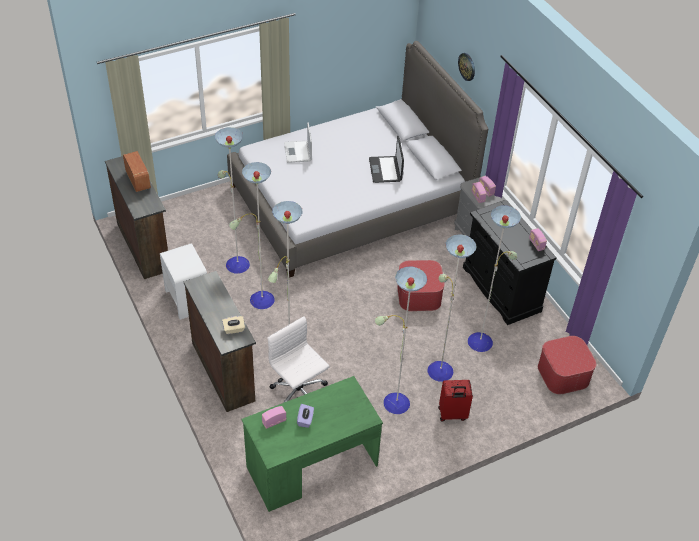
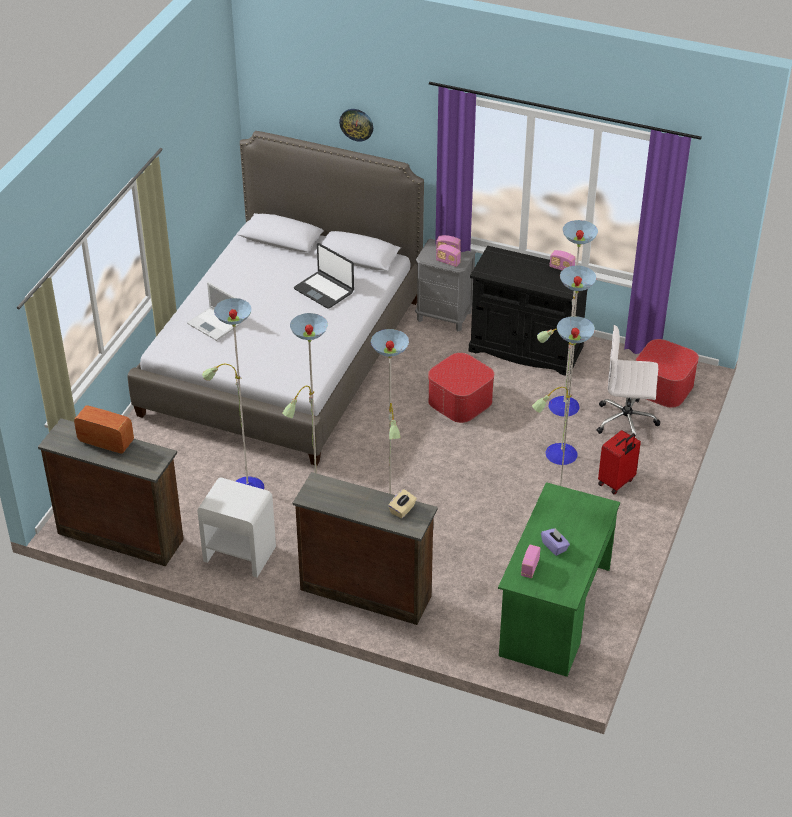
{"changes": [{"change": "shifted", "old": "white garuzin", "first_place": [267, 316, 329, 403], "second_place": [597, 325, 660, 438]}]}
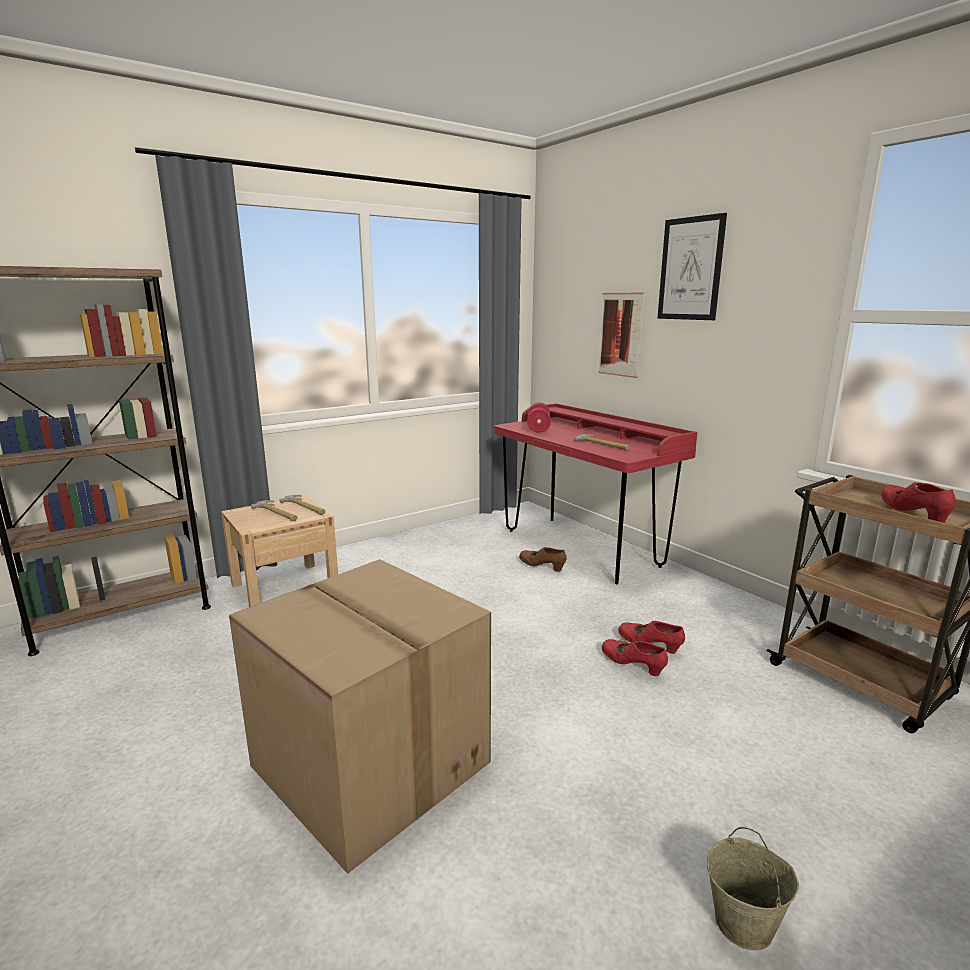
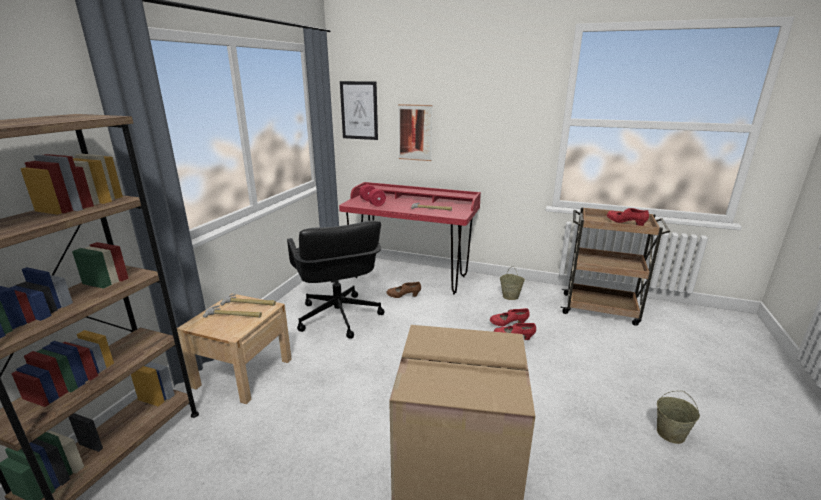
{"changes": [{"change": "new", "new": "black garuzin", "second_place": [287, 220, 384, 339]}, {"change": "new", "new": "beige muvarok", "second_place": [500, 266, 525, 300]}, {"change": "shifted", "old": "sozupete", "first_place": [657, 213, 727, 320], "second_place": [340, 81, 378, 140]}]}
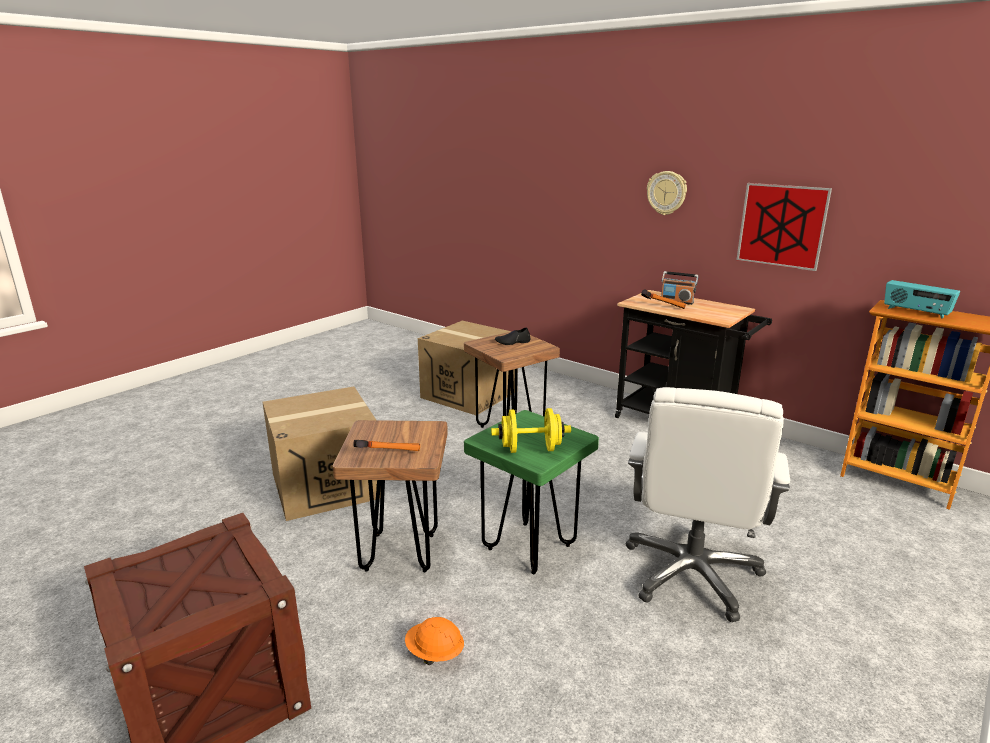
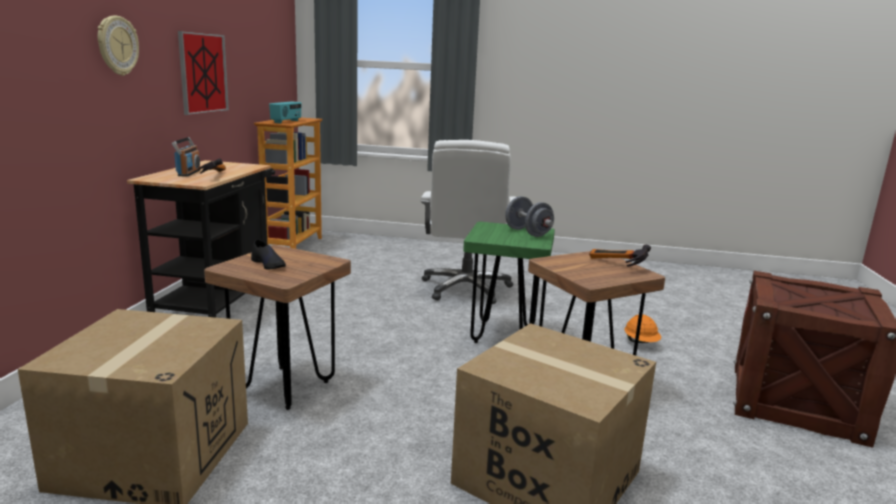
{"changes": [{"change": "repainted", "old": "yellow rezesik", "new": "grey rezesik", "first_place": [491, 408, 571, 453], "second_place": [506, 196, 554, 237]}, {"change": "rotated", "old": "white garuzin", "first_place": [626, 387, 790, 622], "second_place": [421, 140, 516, 304], "degrees": 105}]}
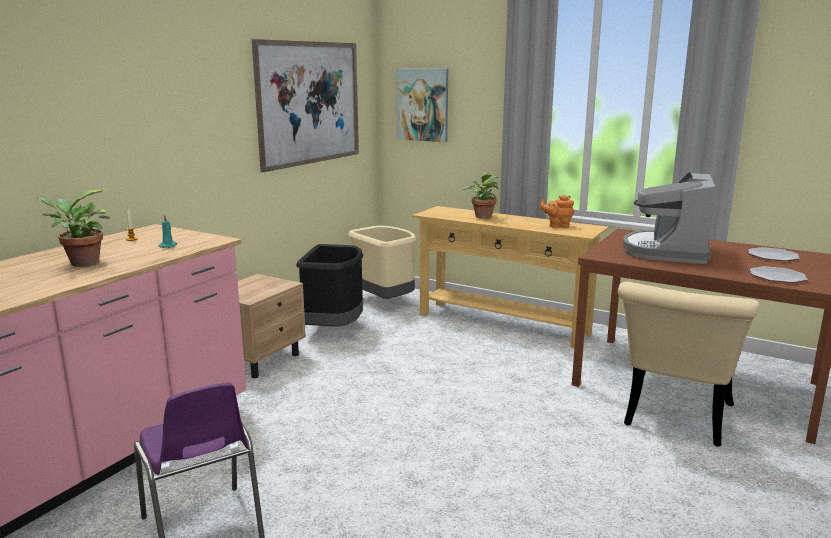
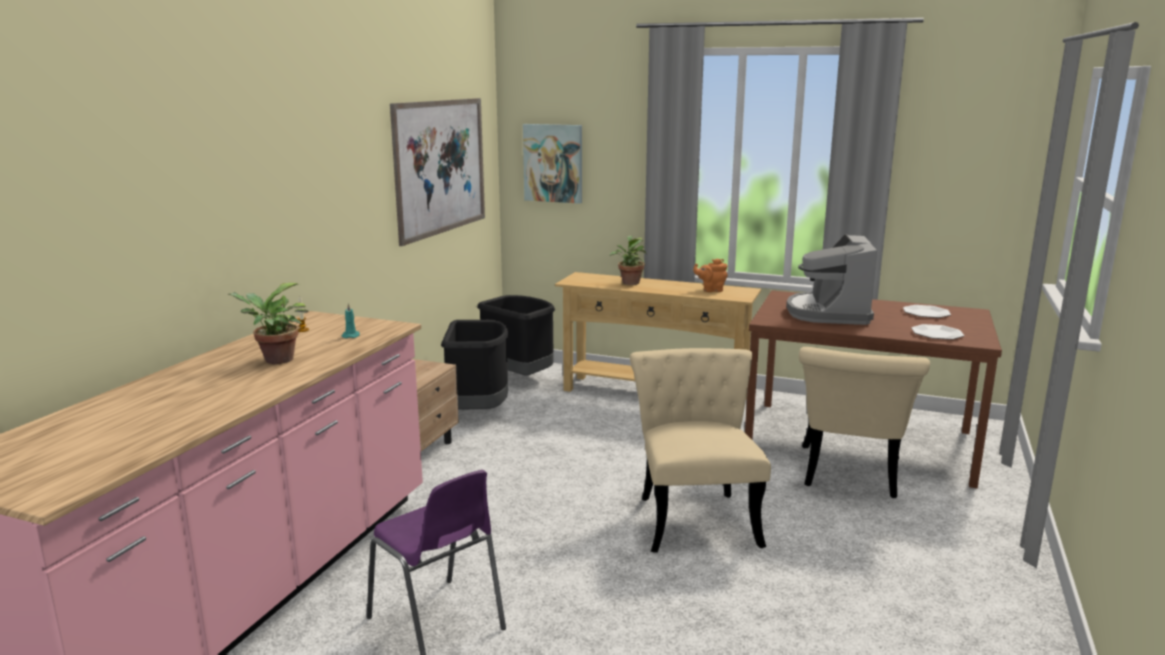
{"changes": [{"change": "new", "new": "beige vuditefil", "second_place": [630, 348, 771, 553]}, {"change": "repainted", "old": "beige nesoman", "new": "black nesoman", "first_place": [348, 226, 416, 299], "second_place": [477, 295, 555, 376]}]}
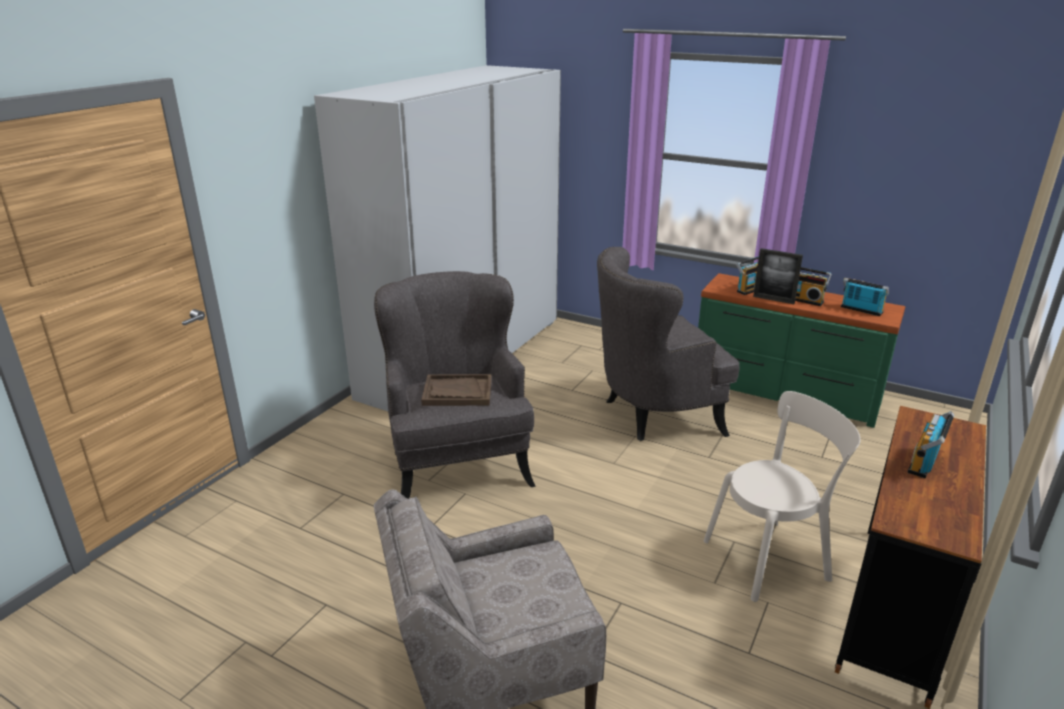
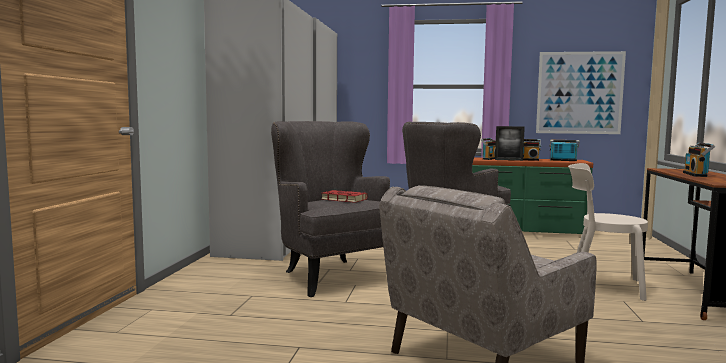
{"changes": [{"change": "new", "new": "sozupete", "second_place": [536, 51, 626, 134]}, {"change": "swapped", "old": "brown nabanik", "new": "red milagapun", "first_place": [421, 374, 492, 406], "second_place": [321, 190, 368, 203]}, {"change": "rotated", "old": "beige vuditefil", "first_place": [704, 391, 861, 602], "second_place": [568, 163, 648, 301], "degrees": -120}]}
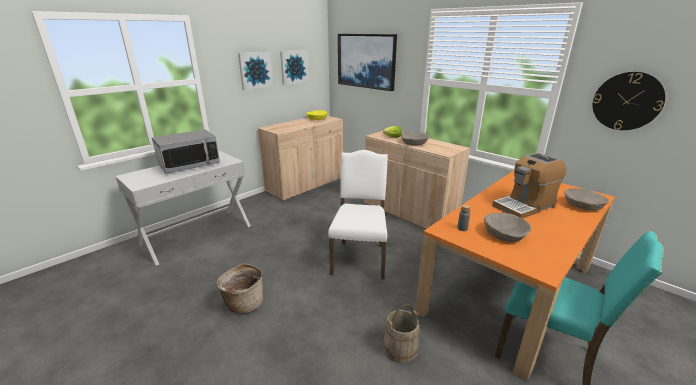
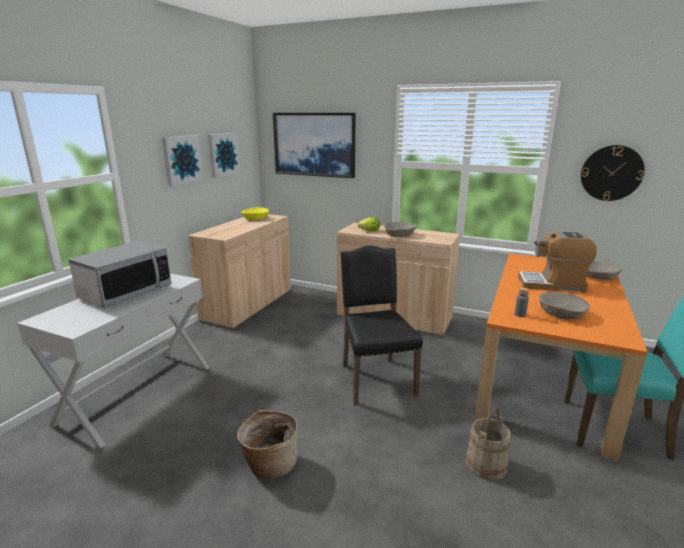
{"changes": [{"change": "repainted", "old": "white vuditefil", "new": "black vuditefil", "first_place": [328, 150, 388, 280], "second_place": [340, 245, 423, 405]}, {"change": "rotated", "old": "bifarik", "first_place": [492, 153, 566, 218], "second_place": [518, 231, 597, 293], "degrees": 60}]}
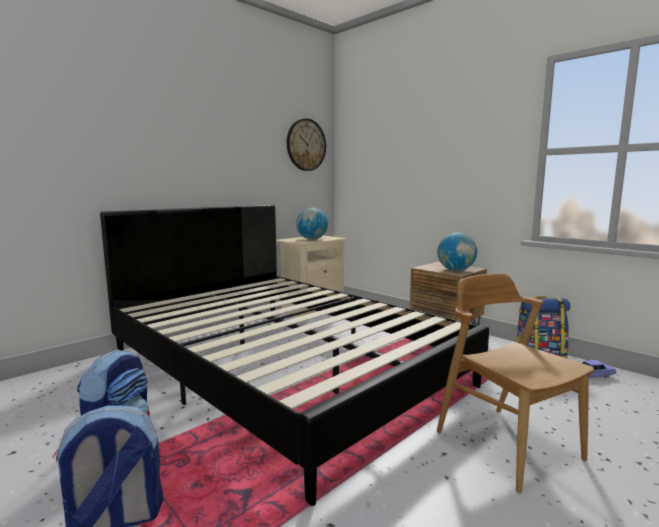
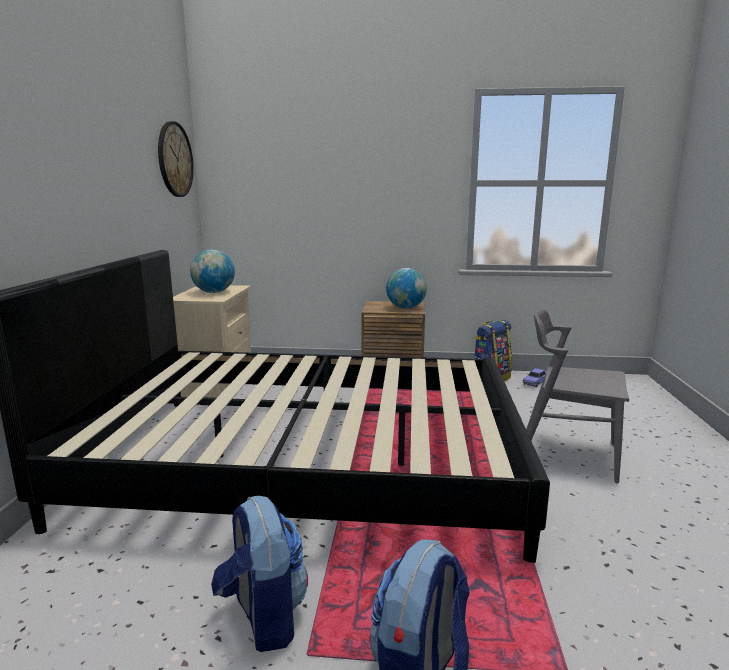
{"changes": [{"change": "repainted", "old": "brown vuditefil", "new": "grey vuditefil", "first_place": [437, 273, 594, 494], "second_place": [526, 308, 629, 483]}]}
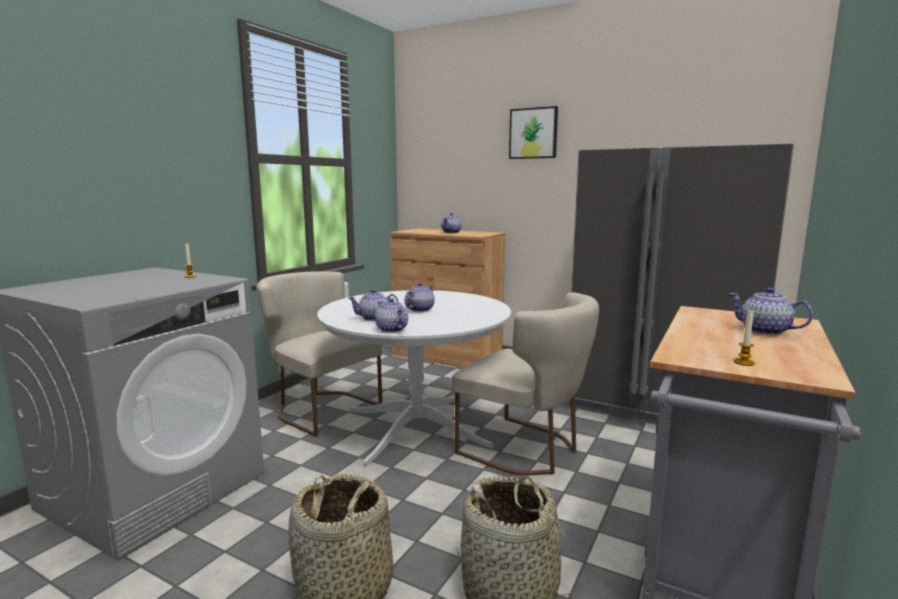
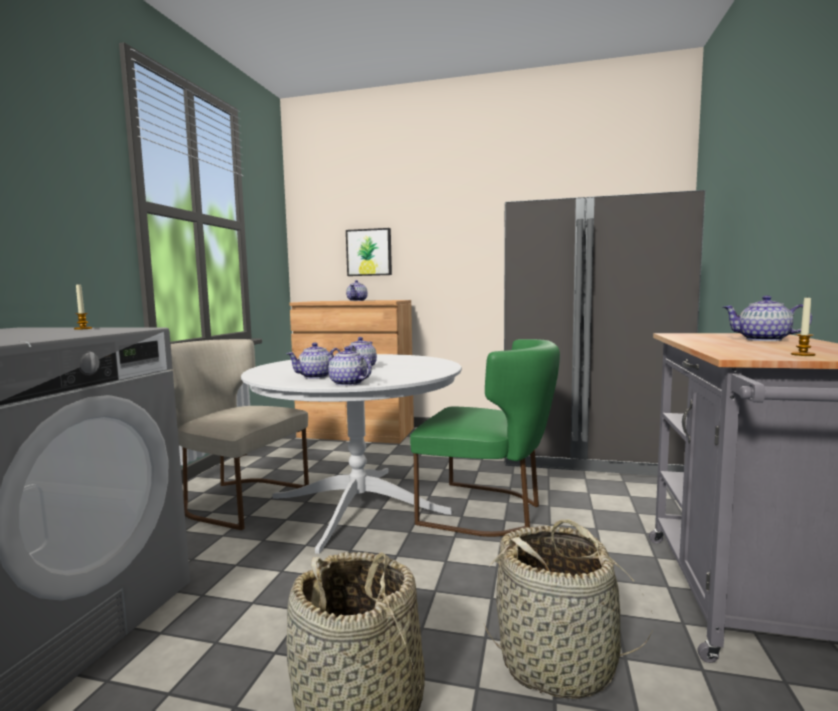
{"changes": [{"change": "shifted", "old": "sozupete", "first_place": [509, 106, 558, 159], "second_place": [346, 228, 392, 276]}, {"change": "repainted", "old": "beige vuditefil", "new": "green vuditefil", "first_place": [452, 292, 599, 476], "second_place": [410, 339, 560, 537]}]}
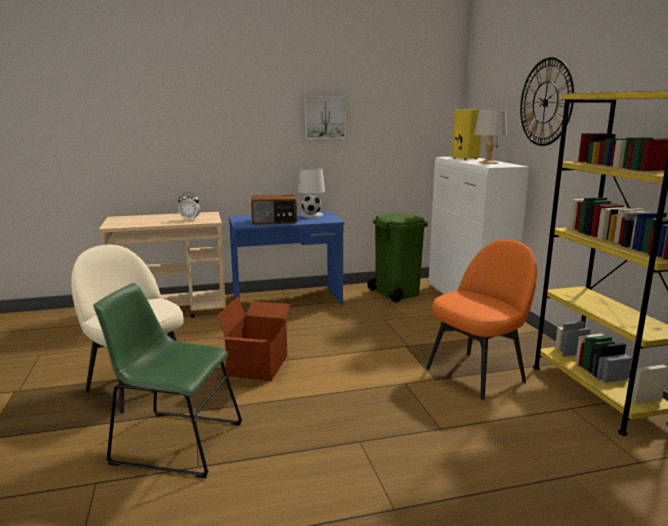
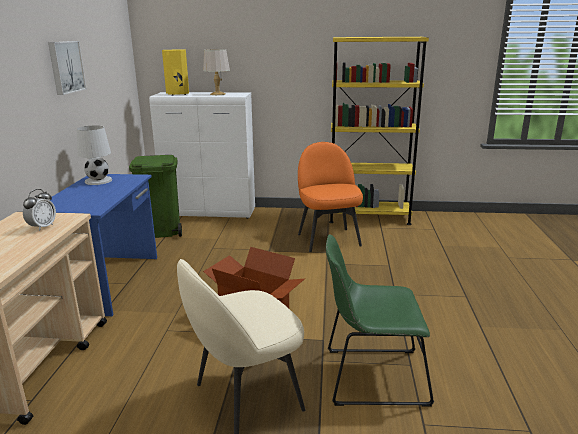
{"changes": [{"change": "gone", "old": "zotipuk", "first_place": [251, 195, 297, 225]}, {"change": "gone", "old": "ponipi", "first_place": [520, 57, 574, 146]}, {"change": "rotated", "old": "green vuditefil", "first_place": [94, 283, 242, 478], "second_place": [326, 234, 434, 407], "degrees": 60}]}
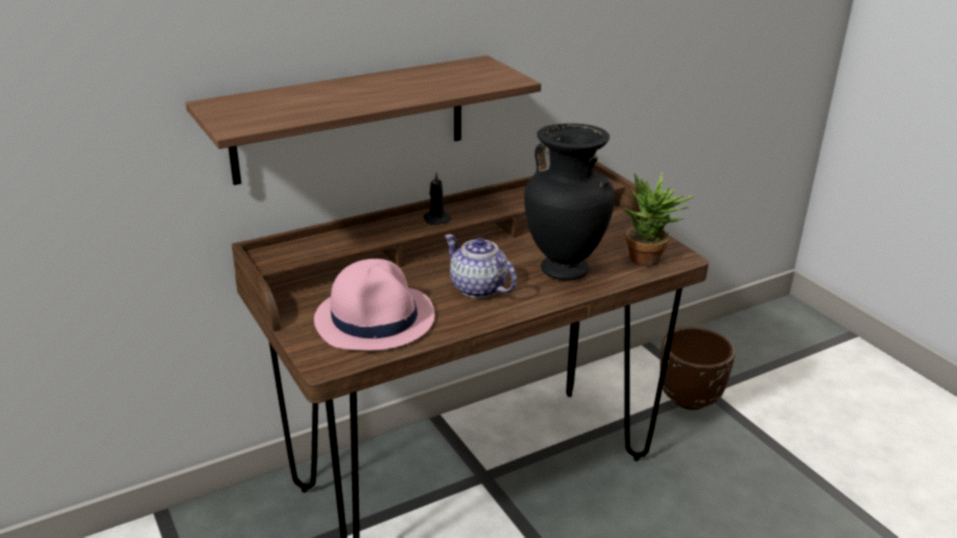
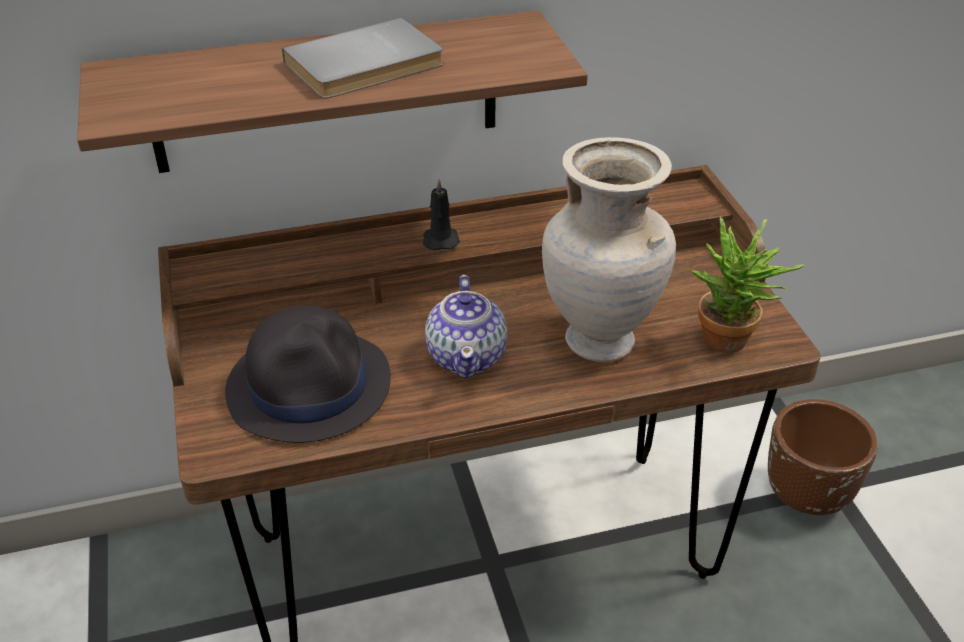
{"changes": [{"change": "new", "new": "grey milagapun", "second_place": [282, 18, 444, 99]}, {"change": "repainted", "old": "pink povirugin", "new": "black povirugin", "first_place": [314, 259, 435, 351], "second_place": [225, 306, 391, 443]}, {"change": "repainted", "old": "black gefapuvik", "new": "beige gefapuvik", "first_place": [524, 123, 615, 280], "second_place": [542, 137, 676, 362]}, {"change": "rotated", "old": "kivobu", "first_place": [445, 235, 517, 298], "second_place": [425, 275, 508, 378], "degrees": -150}]}
